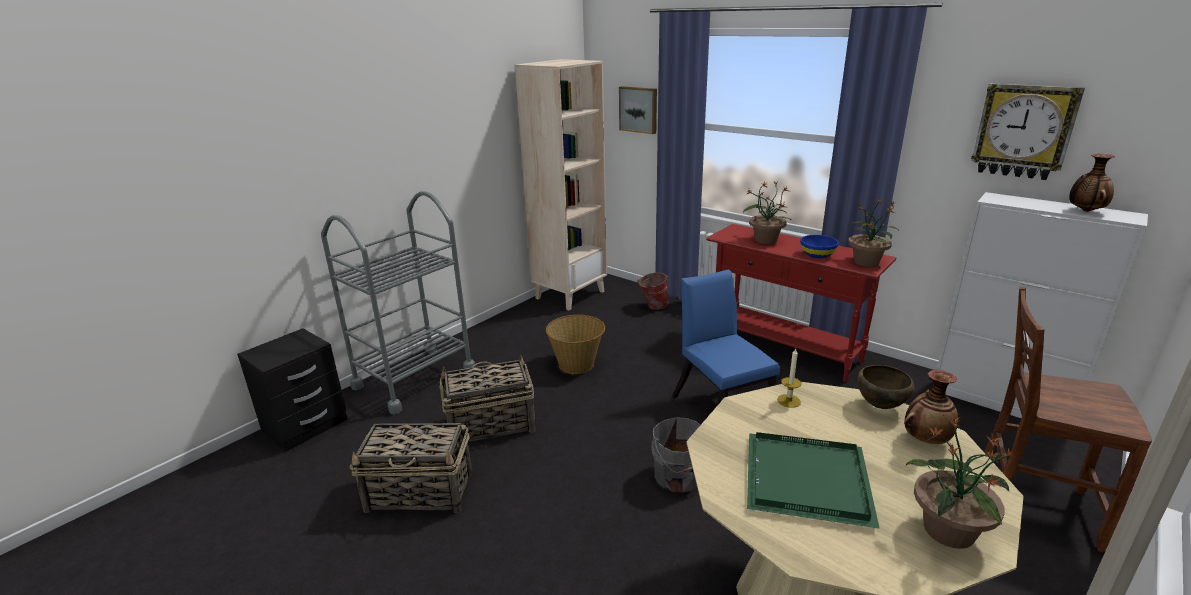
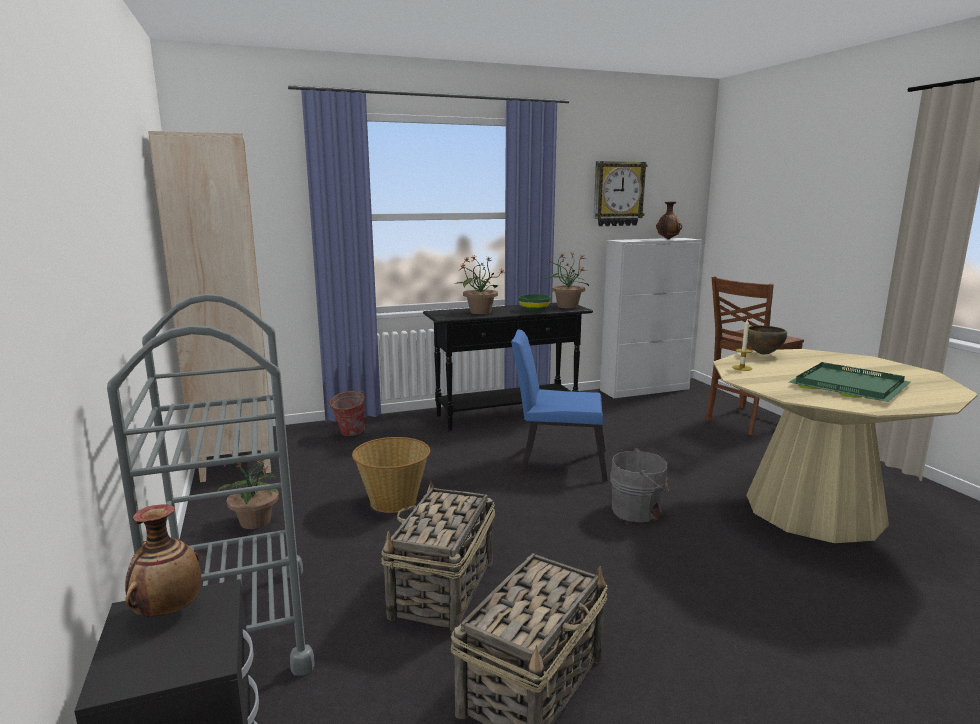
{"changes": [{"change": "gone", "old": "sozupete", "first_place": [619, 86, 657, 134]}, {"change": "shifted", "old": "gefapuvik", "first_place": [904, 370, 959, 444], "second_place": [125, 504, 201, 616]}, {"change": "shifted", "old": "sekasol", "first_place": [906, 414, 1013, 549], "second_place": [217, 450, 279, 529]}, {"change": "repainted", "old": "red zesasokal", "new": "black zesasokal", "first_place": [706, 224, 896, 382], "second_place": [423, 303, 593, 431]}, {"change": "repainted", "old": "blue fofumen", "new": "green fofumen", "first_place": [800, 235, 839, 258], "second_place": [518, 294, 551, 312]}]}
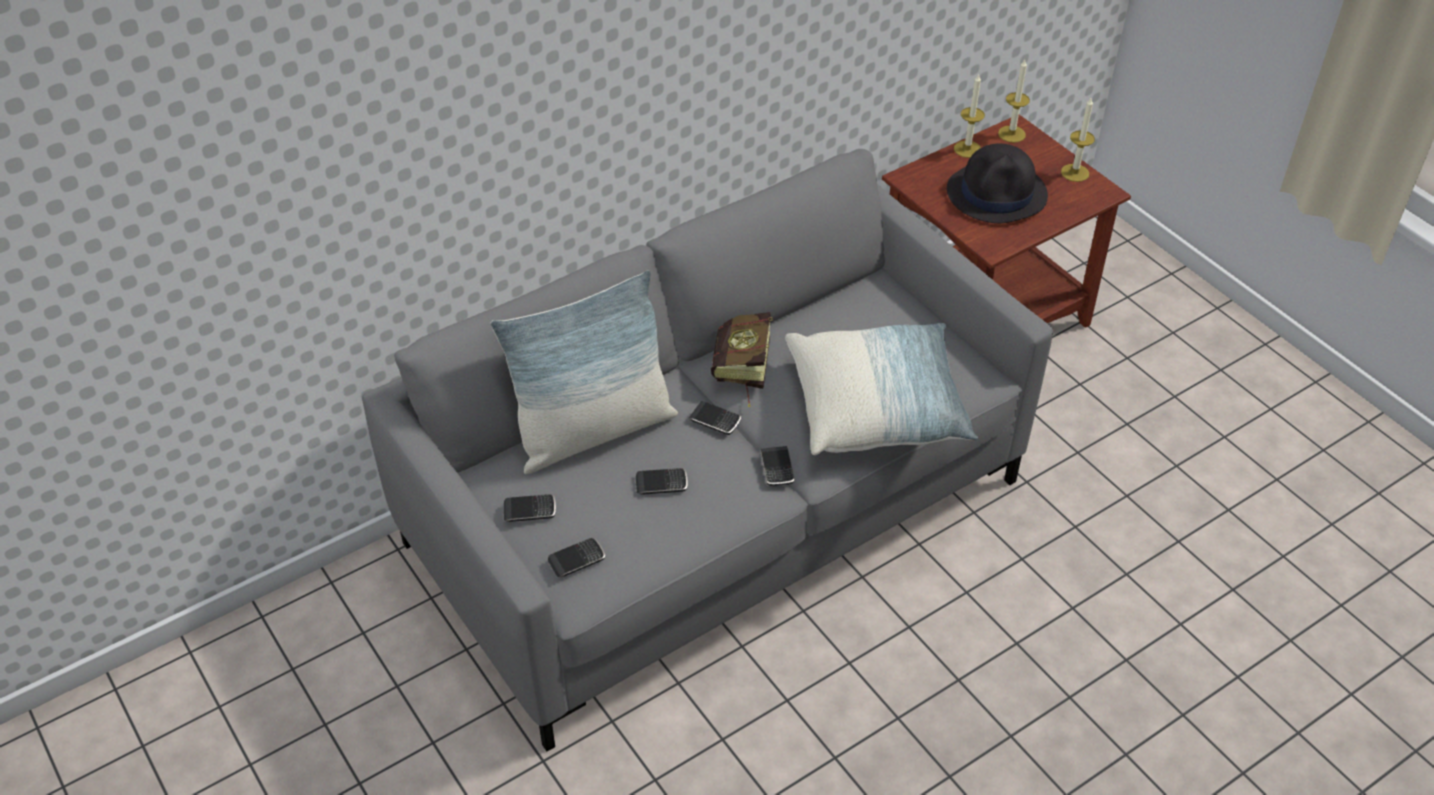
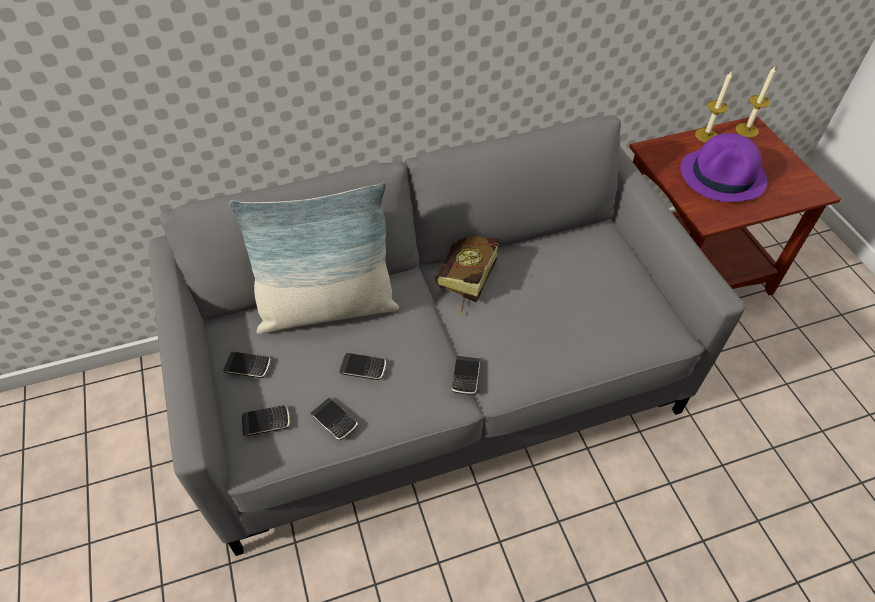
{"changes": [{"change": "gone", "old": "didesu", "first_place": [785, 323, 978, 455]}, {"change": "gone", "old": "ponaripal", "first_place": [1061, 98, 1095, 182]}, {"change": "shifted", "old": "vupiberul", "first_place": [689, 401, 741, 435], "second_place": [311, 398, 358, 440]}, {"change": "repainted", "old": "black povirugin", "new": "purple povirugin", "first_place": [947, 143, 1048, 223], "second_place": [680, 133, 767, 202]}]}
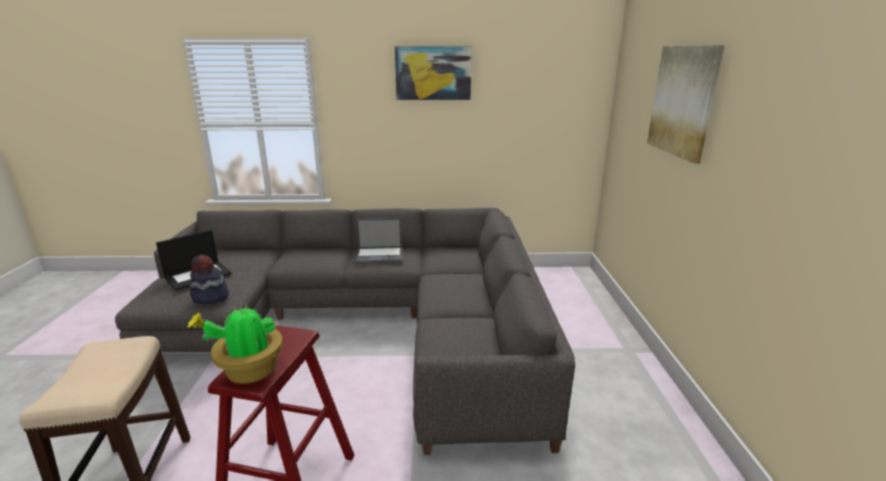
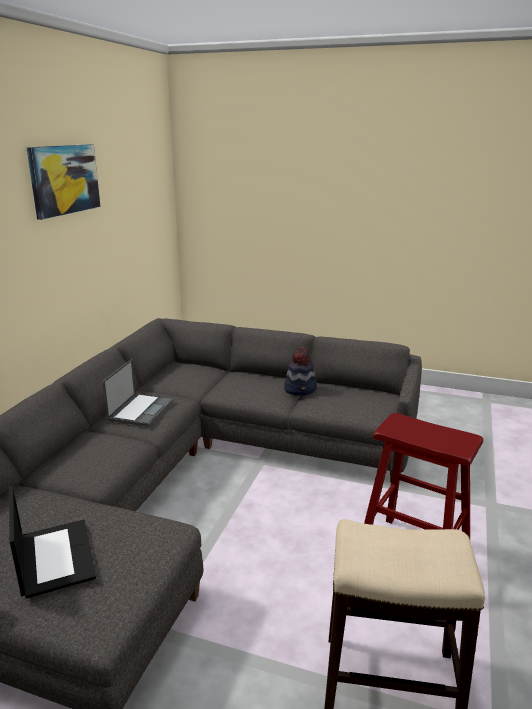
{"changes": [{"change": "gone", "old": "sekasol", "first_place": [187, 303, 283, 384]}, {"change": "gone", "old": "sozupete", "first_place": [647, 45, 725, 163]}, {"change": "shifted", "old": "povirugin", "first_place": [190, 255, 229, 304], "second_place": [284, 347, 317, 395]}]}
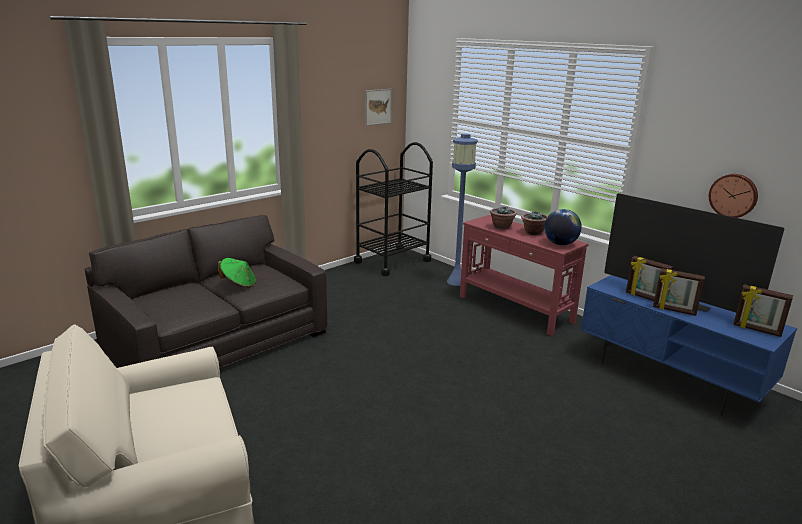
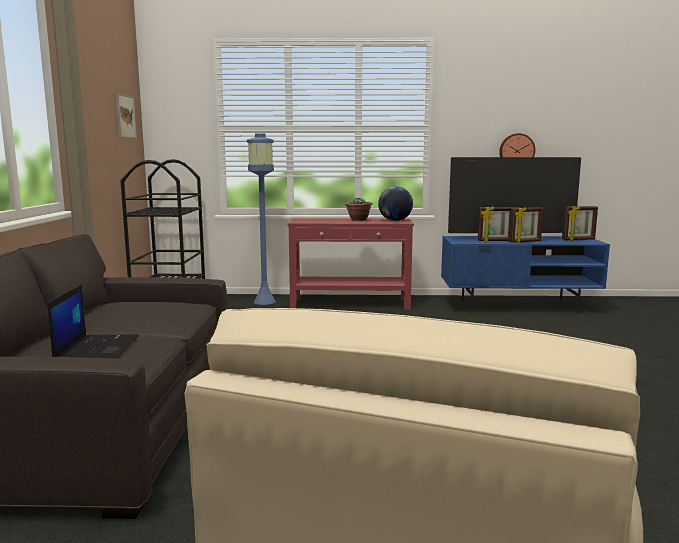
{"changes": [{"change": "gone", "old": "green povirugin", "first_place": [218, 258, 256, 288]}, {"change": "gone", "old": "sekasol", "first_place": [490, 206, 517, 230]}, {"change": "new", "new": "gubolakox", "second_place": [47, 285, 139, 358]}]}
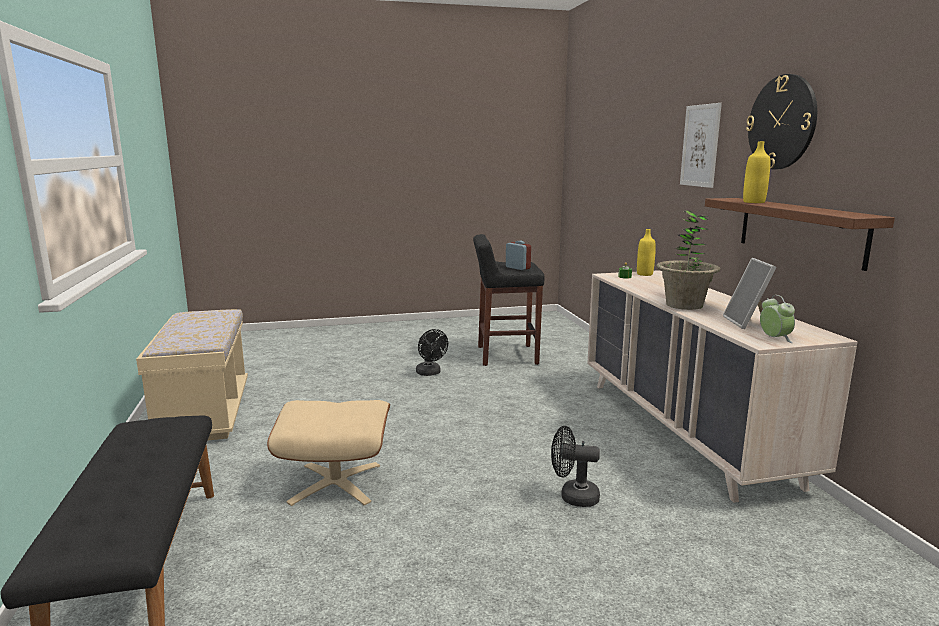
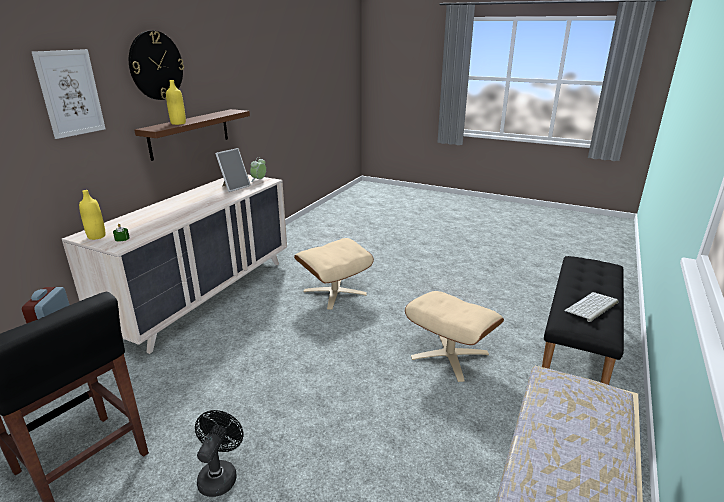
{"changes": [{"change": "gone", "old": "sekasol", "first_place": [656, 211, 721, 310]}, {"change": "new", "new": "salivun", "second_place": [565, 292, 618, 322]}, {"change": "swapped", "old": "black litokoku", "new": "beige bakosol", "first_place": [551, 426, 600, 507], "second_place": [294, 238, 374, 310]}]}
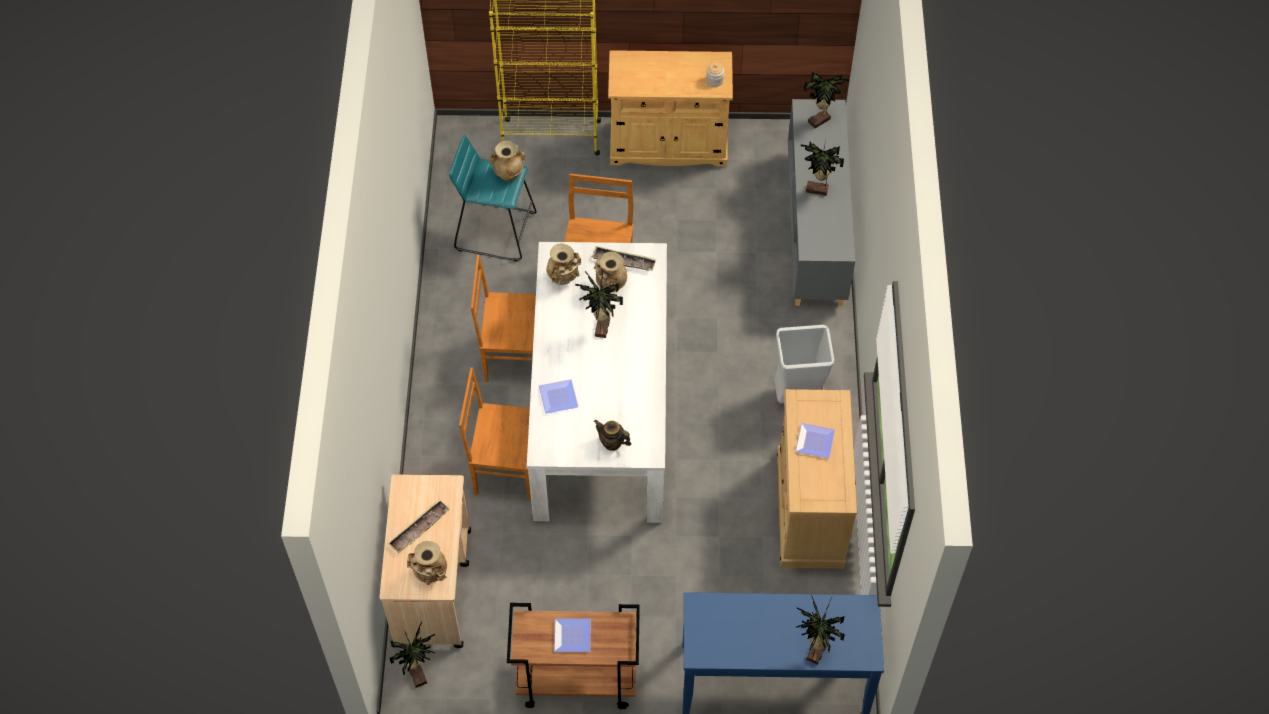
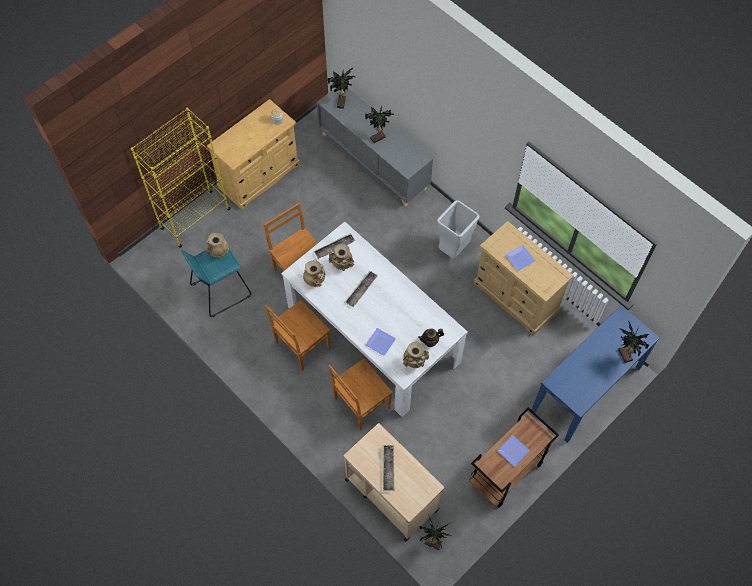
{"changes": [{"change": "shifted", "old": "beige gefapuvik", "first_place": [407, 541, 447, 585], "second_place": [403, 342, 429, 368]}, {"change": "swapped", "old": "sekasol", "new": "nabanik", "first_place": [575, 267, 623, 338], "second_place": [345, 271, 378, 307]}]}
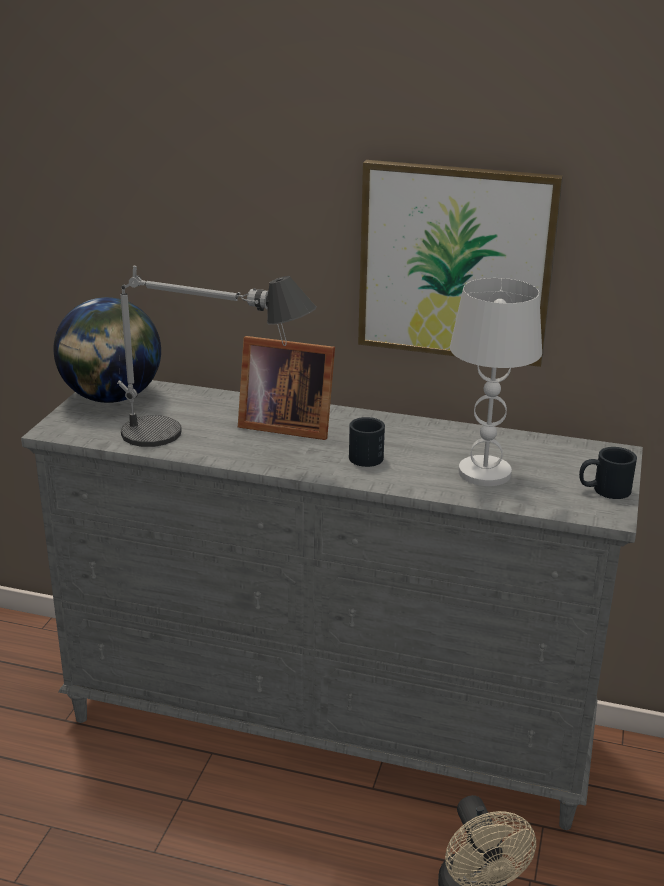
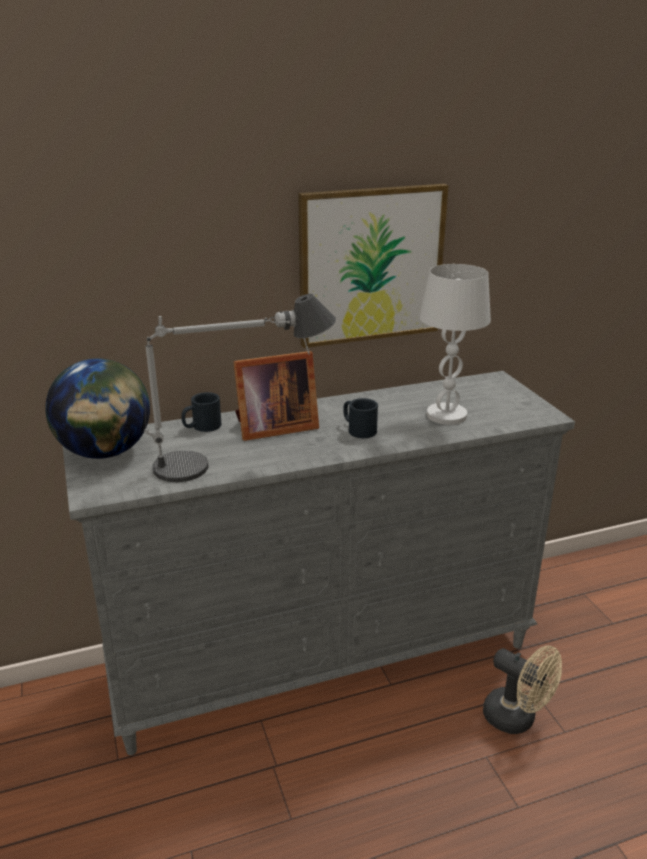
{"changes": [{"change": "shifted", "old": "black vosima", "first_place": [579, 447, 637, 499], "second_place": [181, 392, 221, 432]}]}
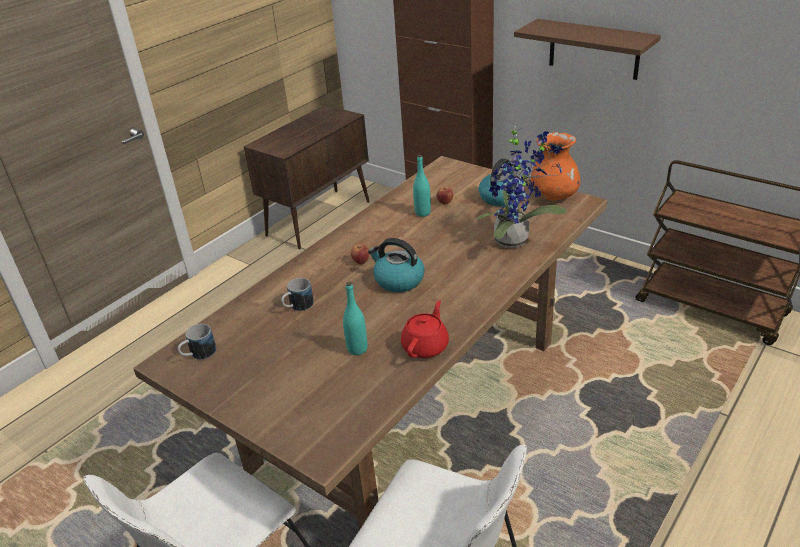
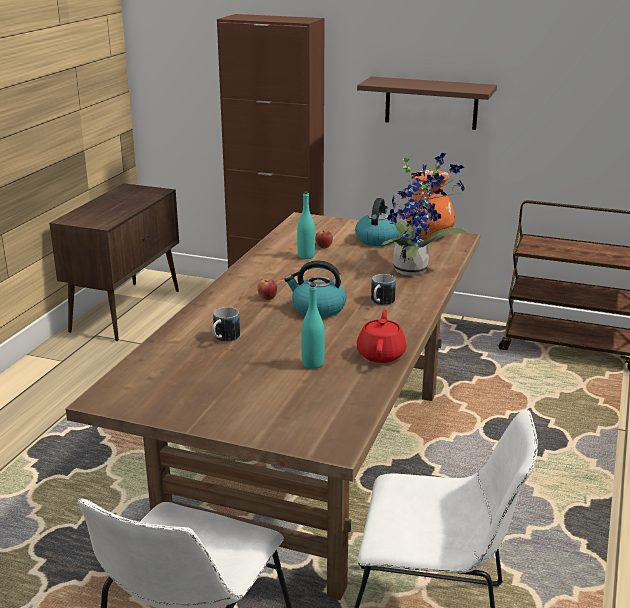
{"changes": [{"change": "shifted", "old": "vosima", "first_place": [178, 324, 216, 360], "second_place": [371, 274, 396, 306]}]}
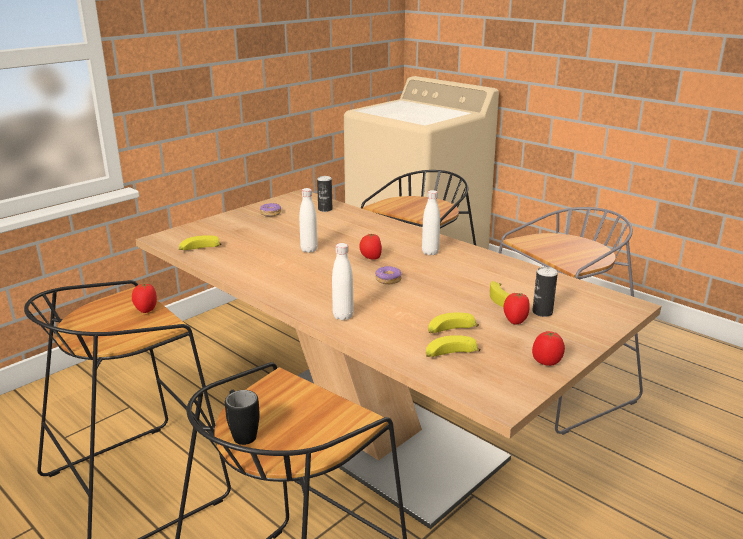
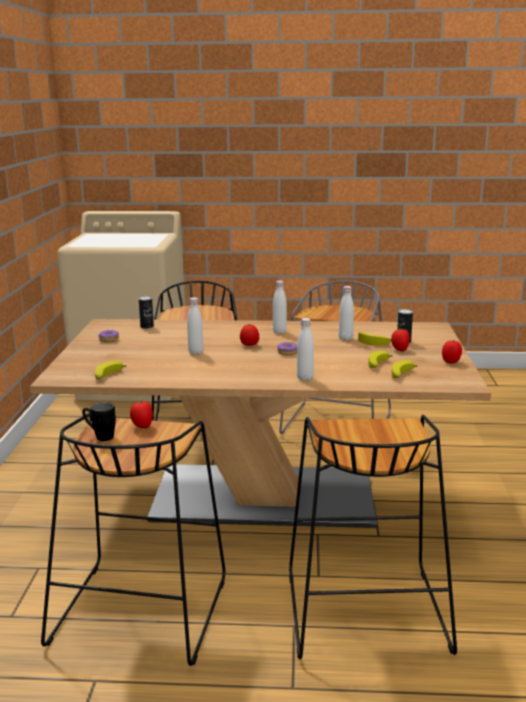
{"changes": [{"change": "new", "new": "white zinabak", "second_place": [339, 286, 354, 340]}, {"change": "shifted", "old": "black vosima", "first_place": [225, 390, 260, 445], "second_place": [82, 402, 116, 441]}]}
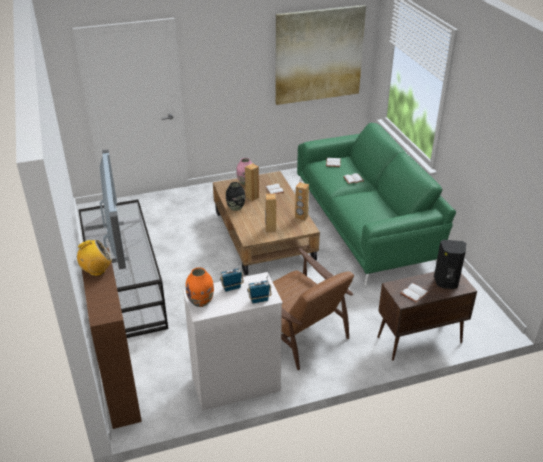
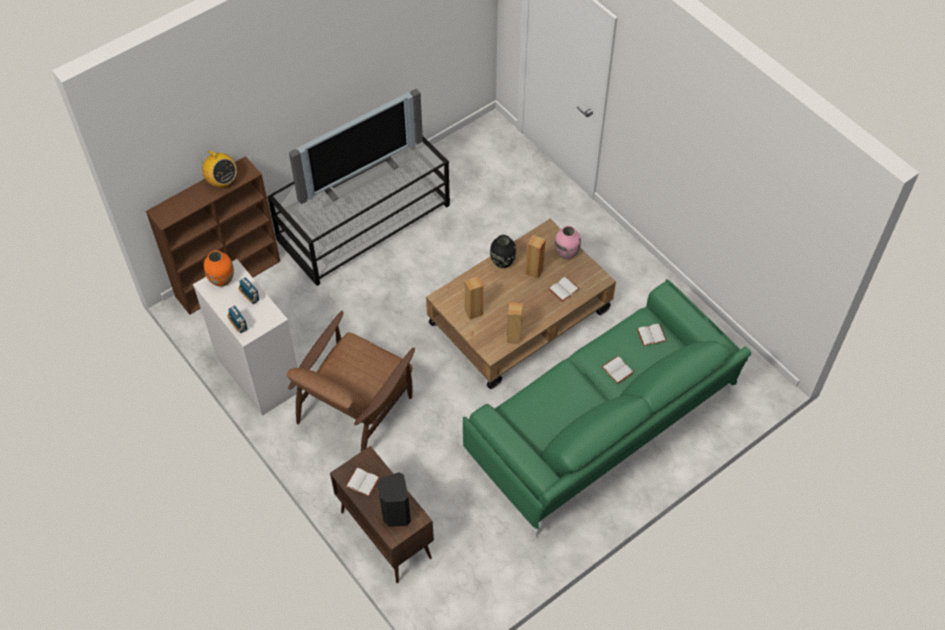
{"changes": [{"change": "gone", "old": "sozupete", "first_place": [275, 5, 366, 105]}]}
